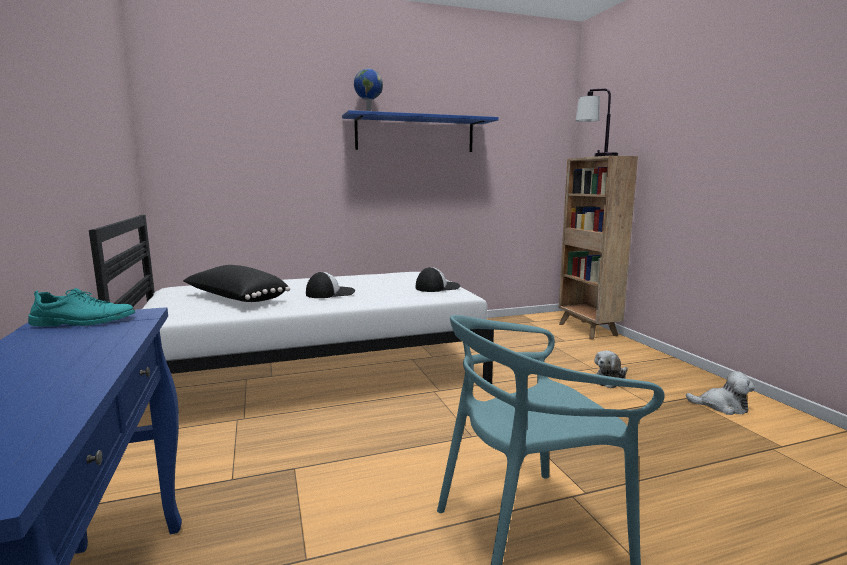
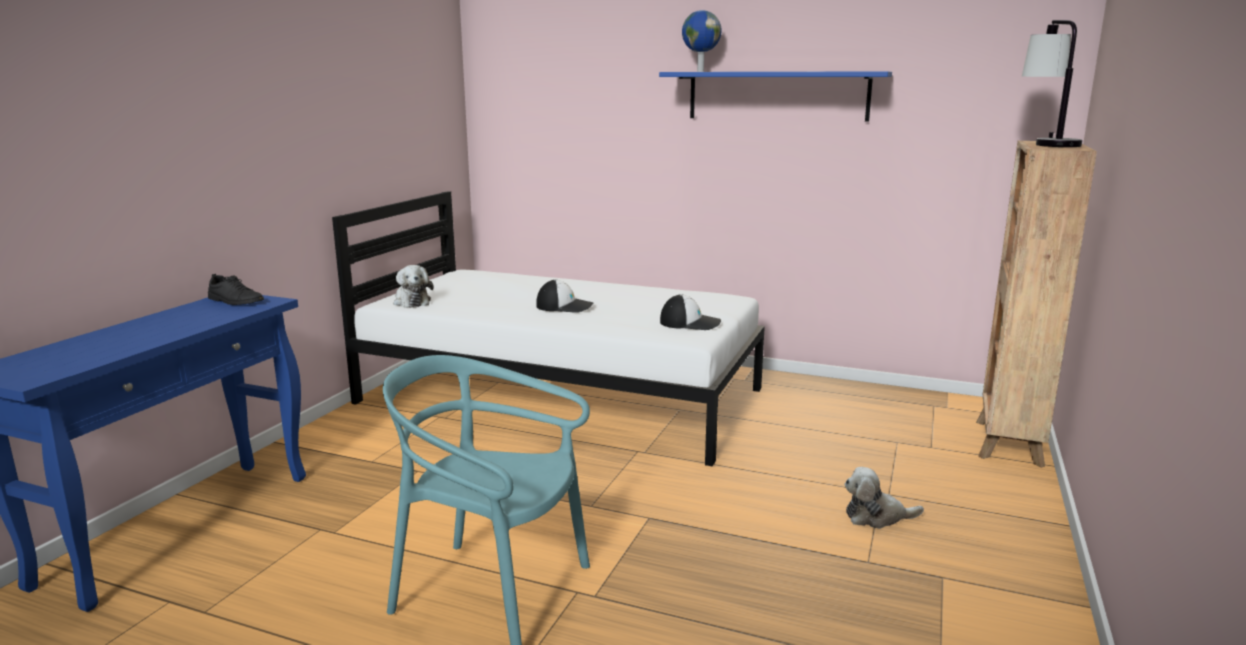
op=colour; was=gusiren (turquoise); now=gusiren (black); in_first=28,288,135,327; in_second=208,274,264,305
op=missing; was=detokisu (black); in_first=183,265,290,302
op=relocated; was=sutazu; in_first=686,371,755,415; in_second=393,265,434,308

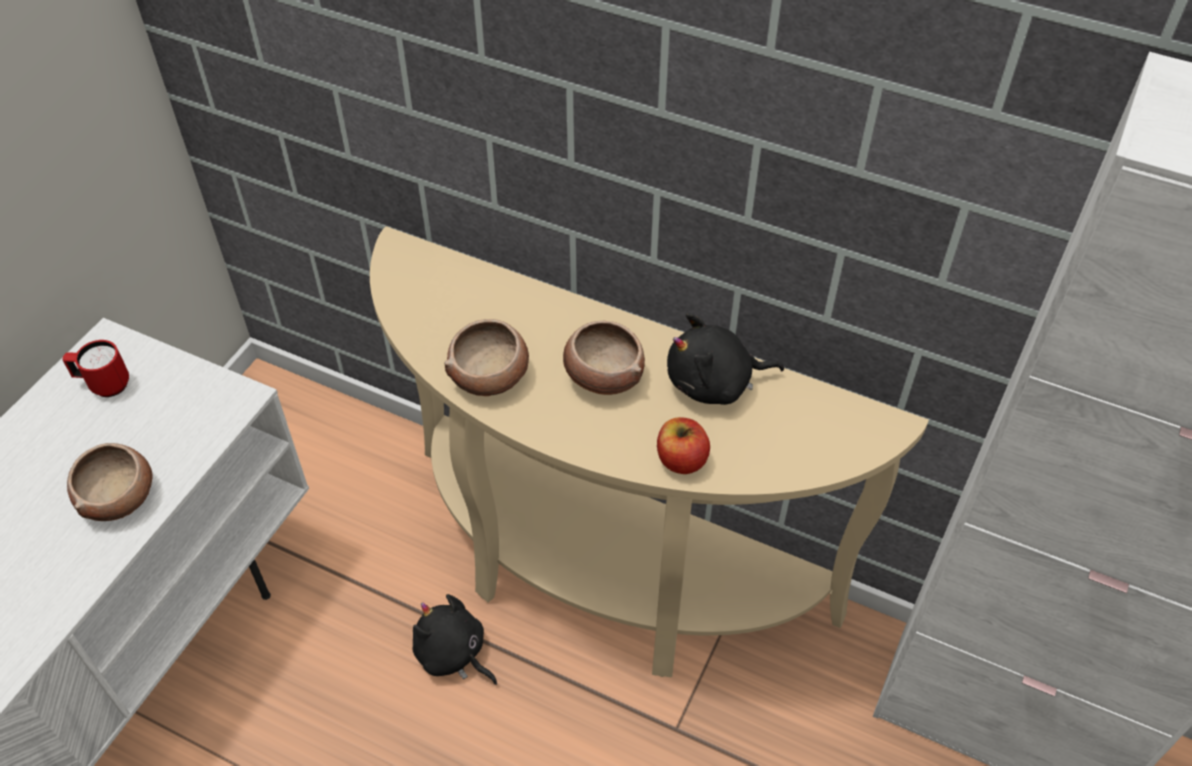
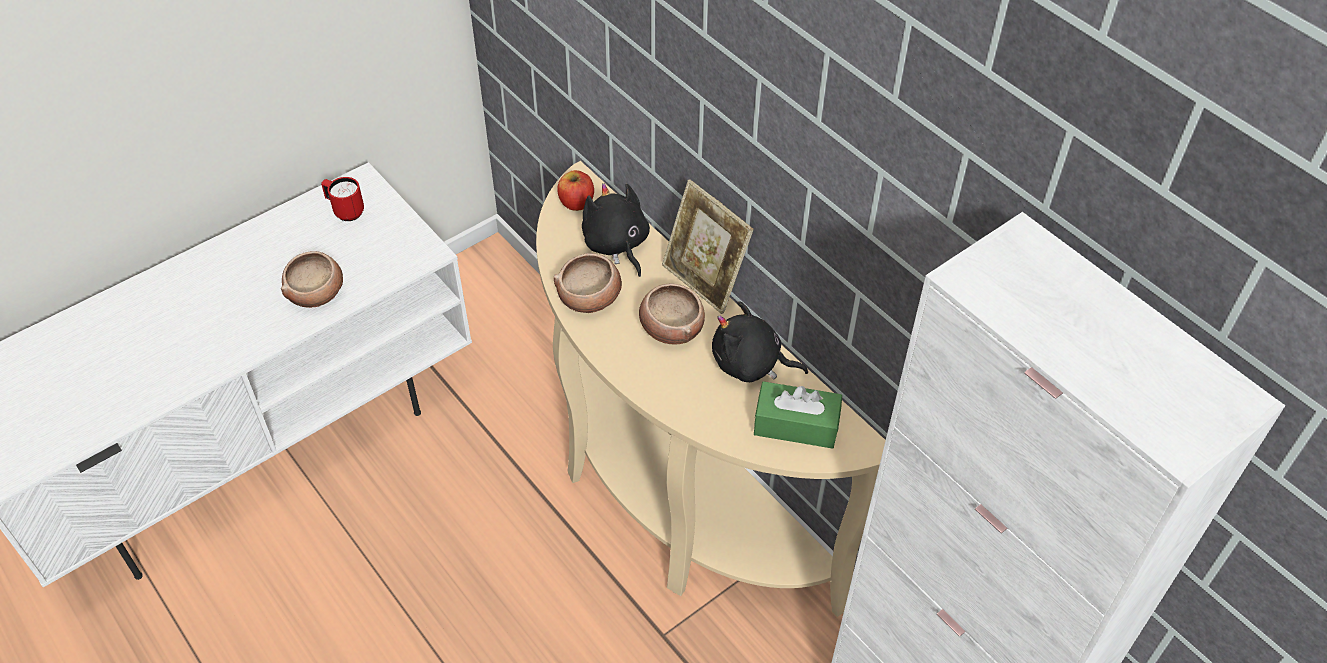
op=relocated; was=sutazu (black); in_first=412,594,497,685; in_second=582,183,650,277
op=relocated; was=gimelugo; in_first=657,417,710,474; in_second=557,170,594,211
op=appeared; now=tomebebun; in_second=662,179,753,314
op=appeared; now=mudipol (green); in_second=754,381,842,449

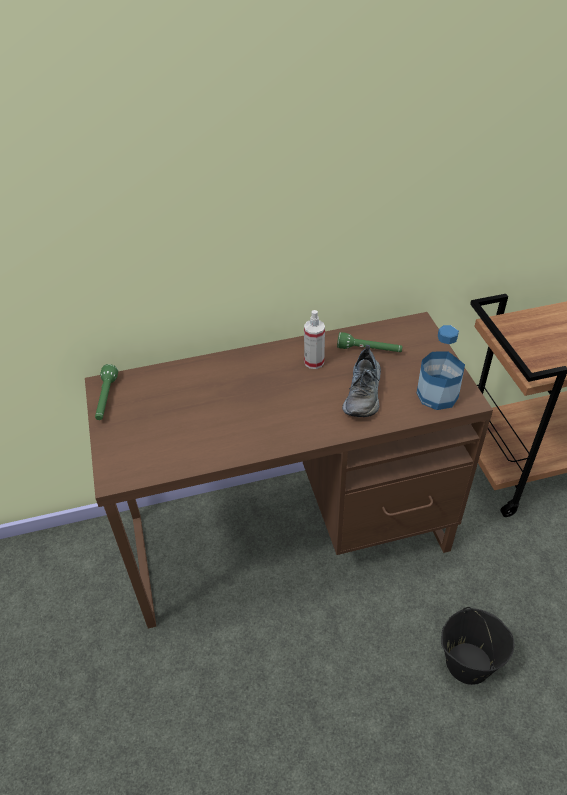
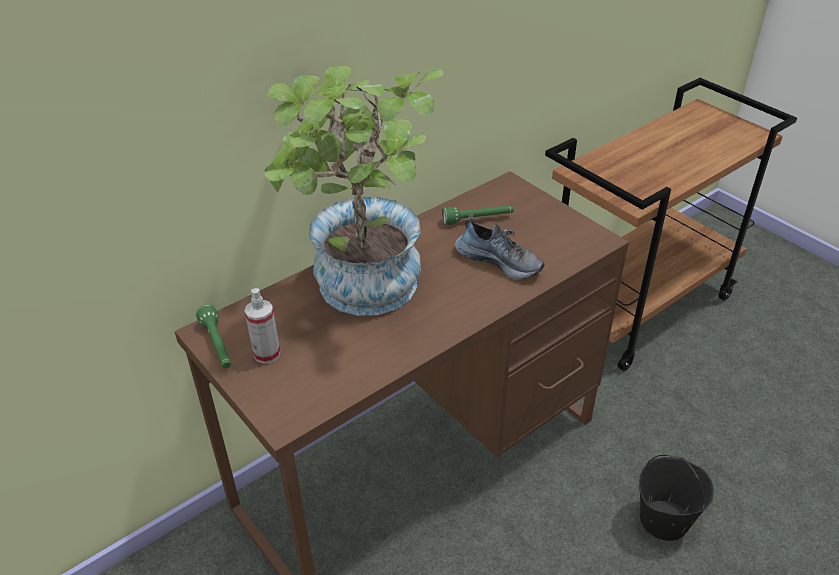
op=relocated; was=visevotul; in_first=304,310,325,369; in_second=245,288,280,364
op=spun; was=gusiren; in_first=342,345,381,417; in_second=455,218,545,279; clockwise=-45
op=missing; was=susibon; in_first=417,325,465,410
op=appeared; now=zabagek; in_second=264,66,443,316

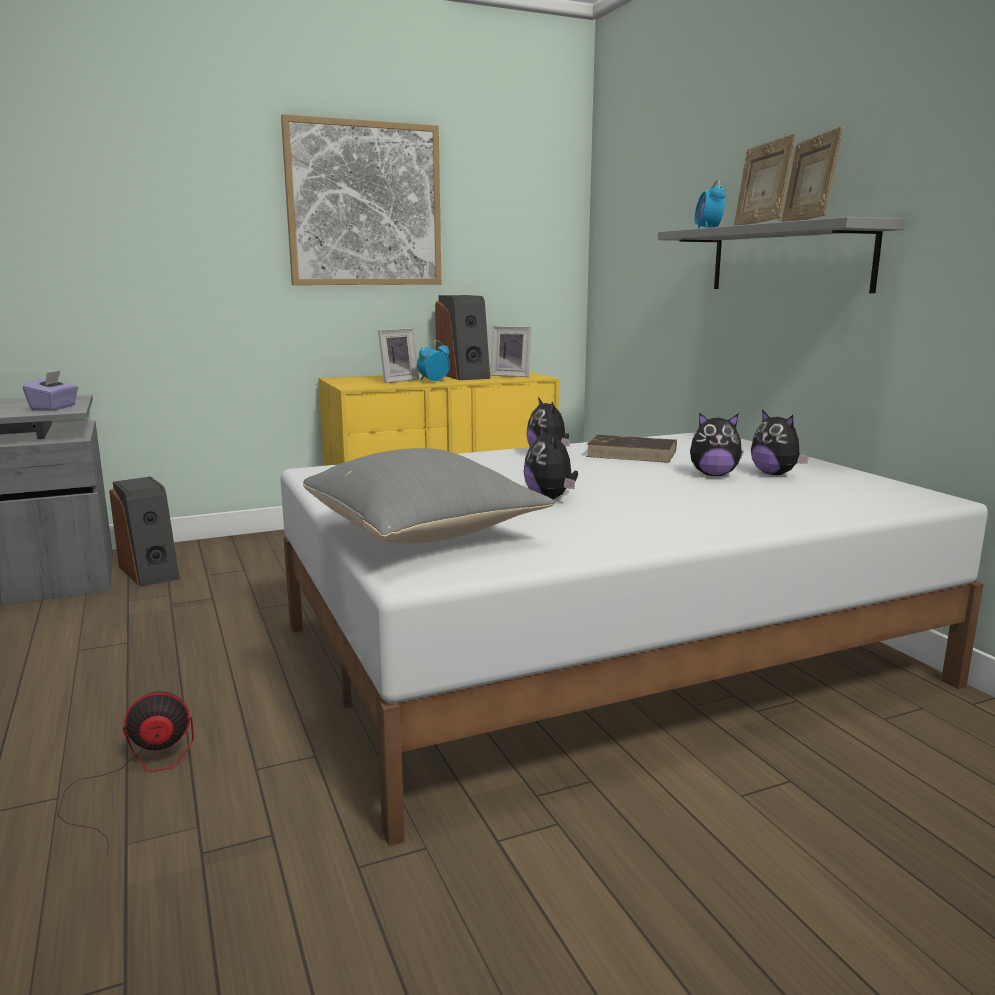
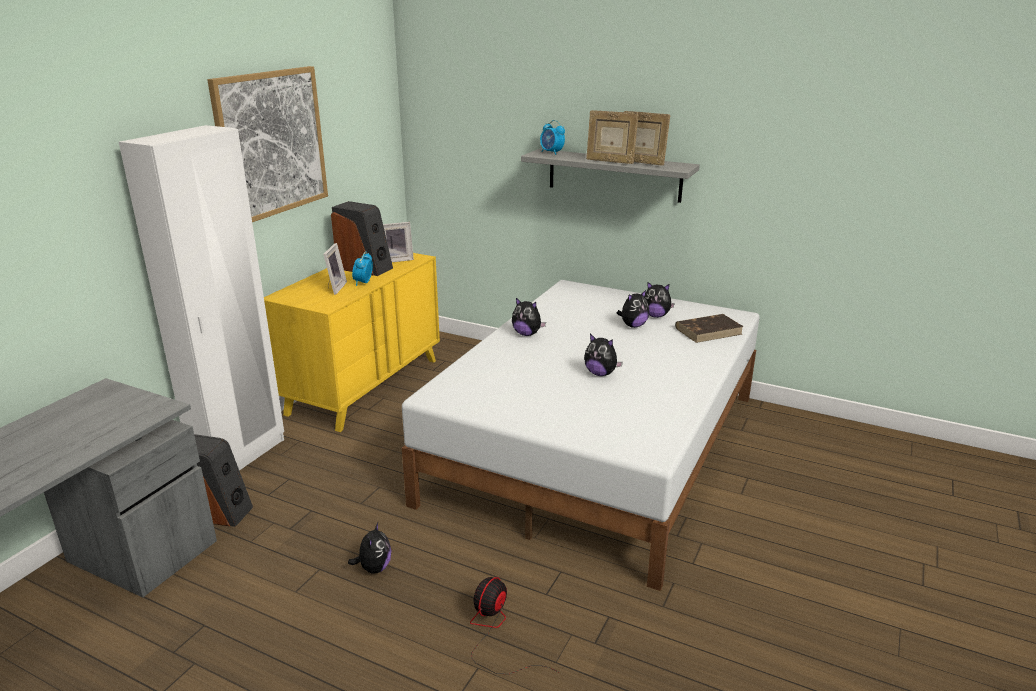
op=missing; was=mudipol (purple); in_first=23,370,78,411
op=missing; was=detokisu (grey); in_first=303,448,555,543
op=relocated; was=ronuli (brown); in_first=586,435,677,463; in_second=675,314,744,343
op=appeared; now=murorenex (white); in_second=119,125,284,470
op=appeared; now=sutazu; in_second=348,522,392,574

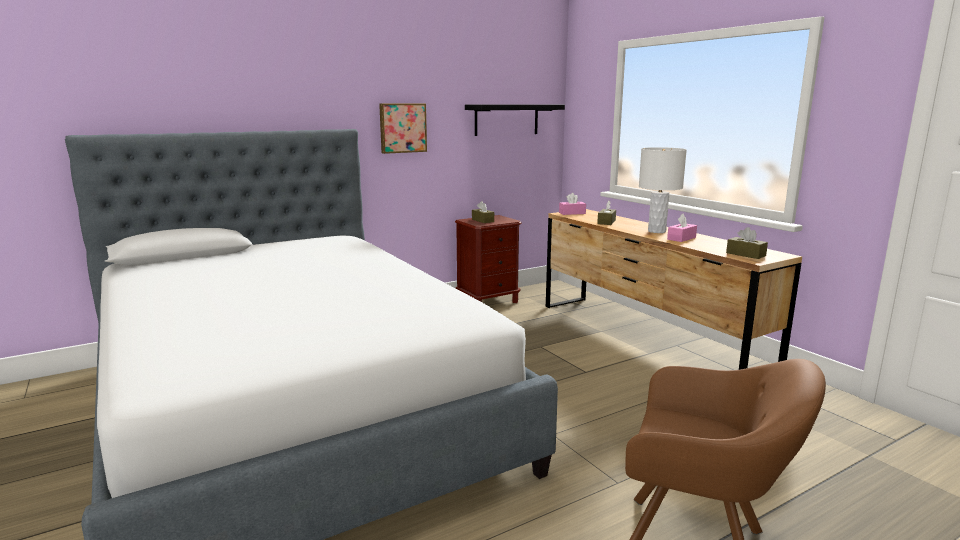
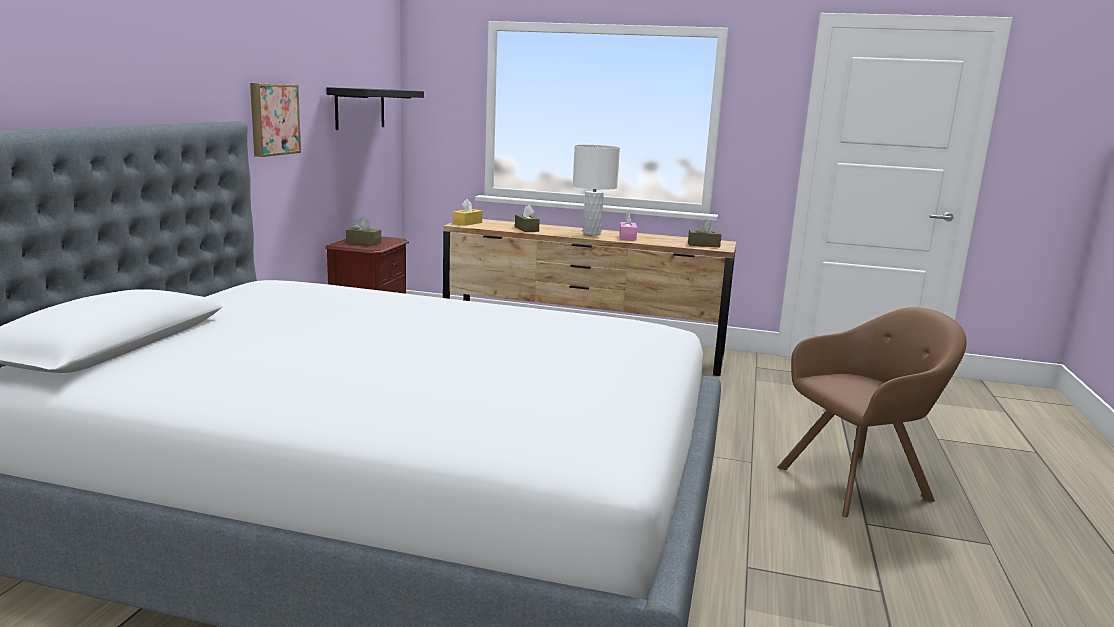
op=colour; was=mudipol (pink); now=mudipol (yellow); in_first=559,193,586,215; in_second=453,199,482,226

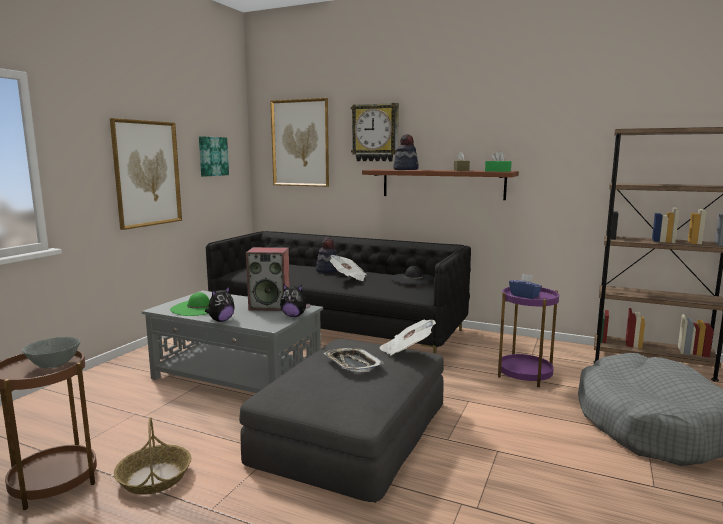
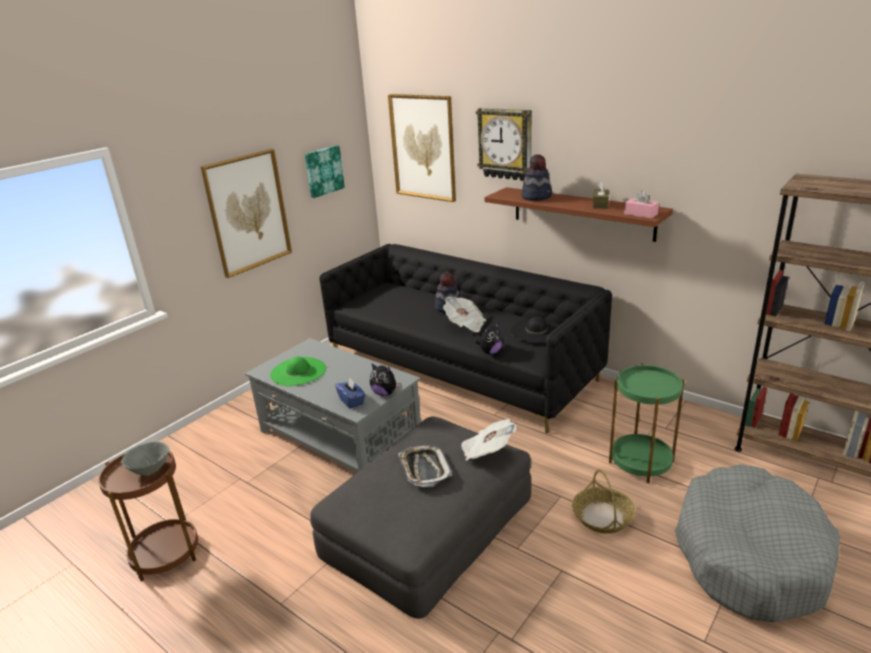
op=relocated; was=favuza; in_first=114,417,191,495; in_second=572,469,636,534
op=relocated; was=sutazu; in_first=205,287,235,322; in_second=476,323,503,354
op=missing; was=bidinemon; in_first=246,247,290,311
op=colour; was=mudipol (green); now=mudipol (pink); in_first=485,151,511,172; in_second=624,190,659,218
op=colour; was=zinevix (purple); now=zinevix (green); in_first=498,287,559,387; in_second=609,363,685,483
op=relocated; was=mudipol (blue); in_first=509,273,542,299; in_second=335,378,365,409

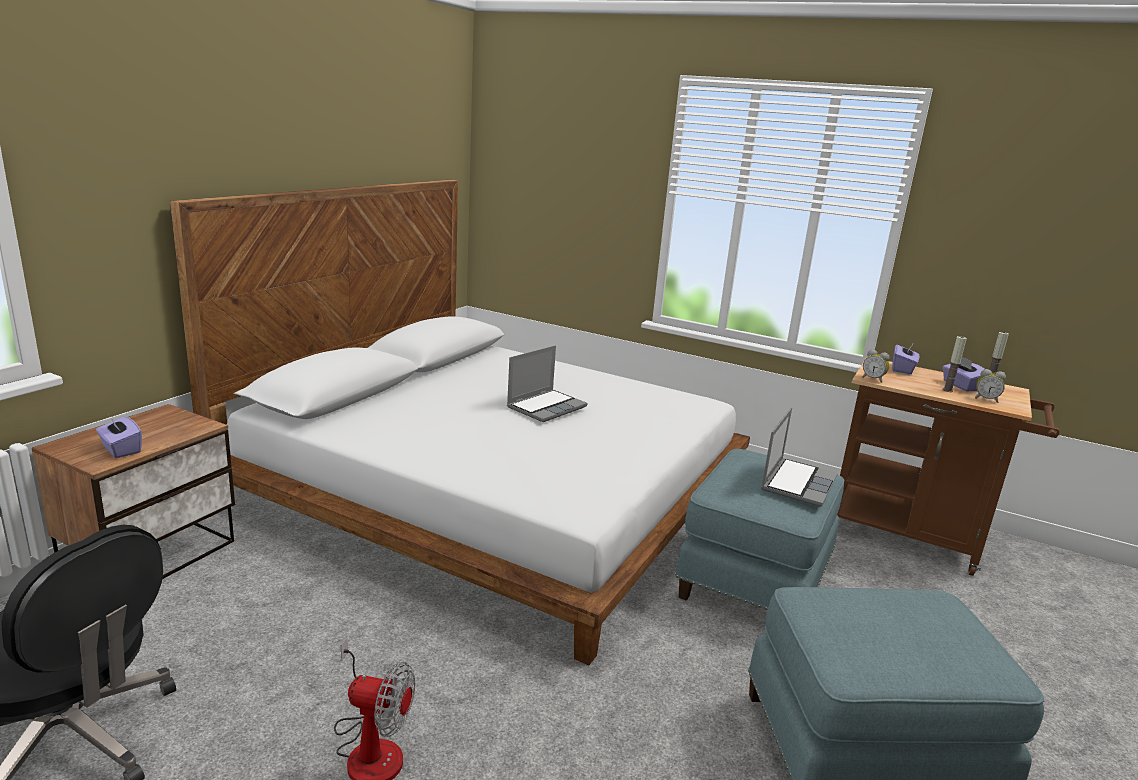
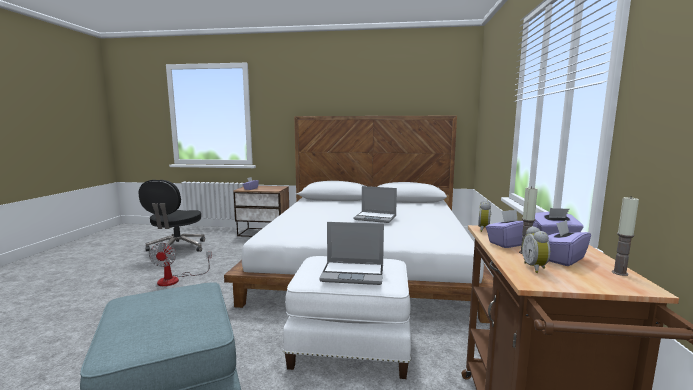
op=colour; was=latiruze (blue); now=latiruze (white); in_first=675,449,844,610; in_second=283,256,411,379
op=appeared; now=mudipol (purple); in_second=486,209,538,248

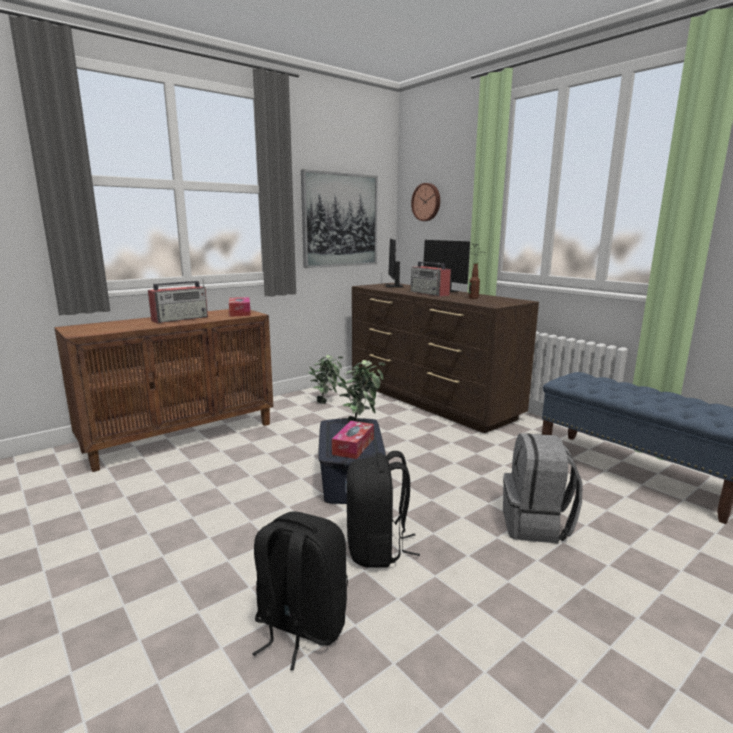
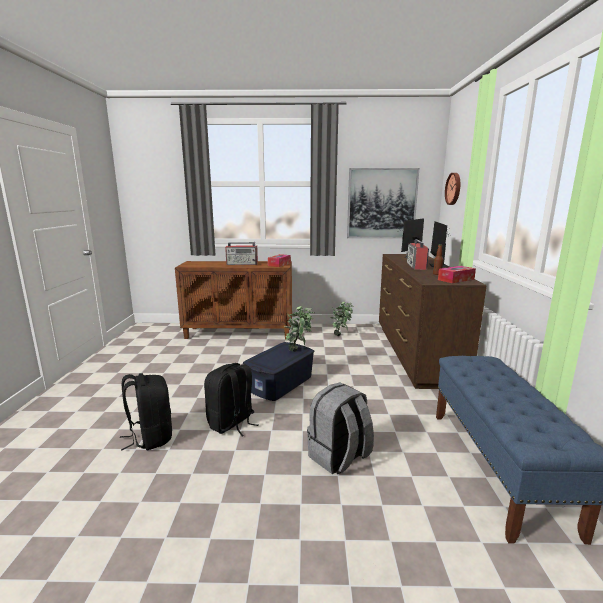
op=relocated; was=mudipol; in_first=332,421,374,459; in_second=438,266,476,283

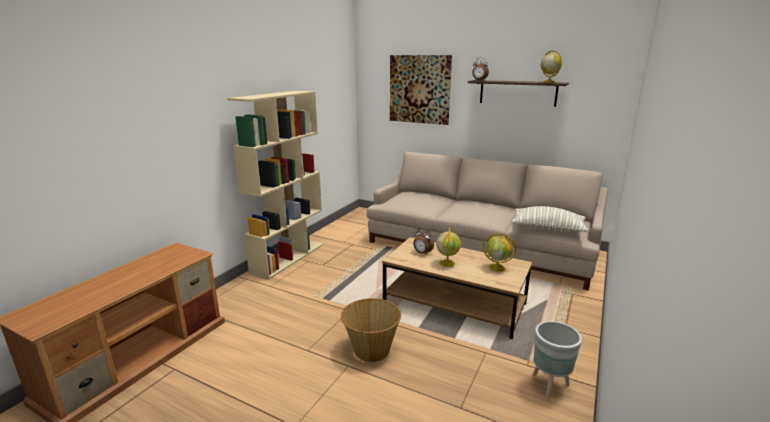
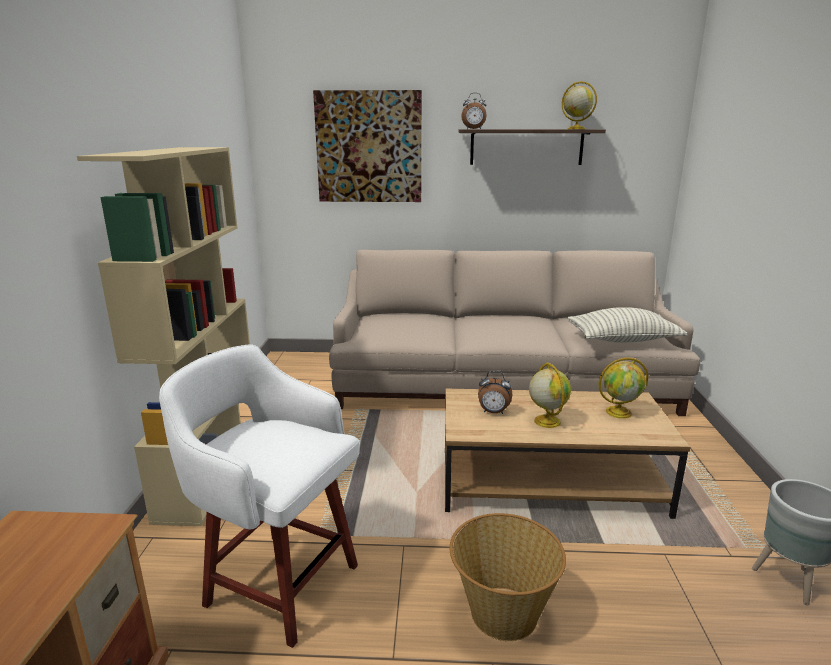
op=appeared; now=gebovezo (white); in_second=159,344,359,648

